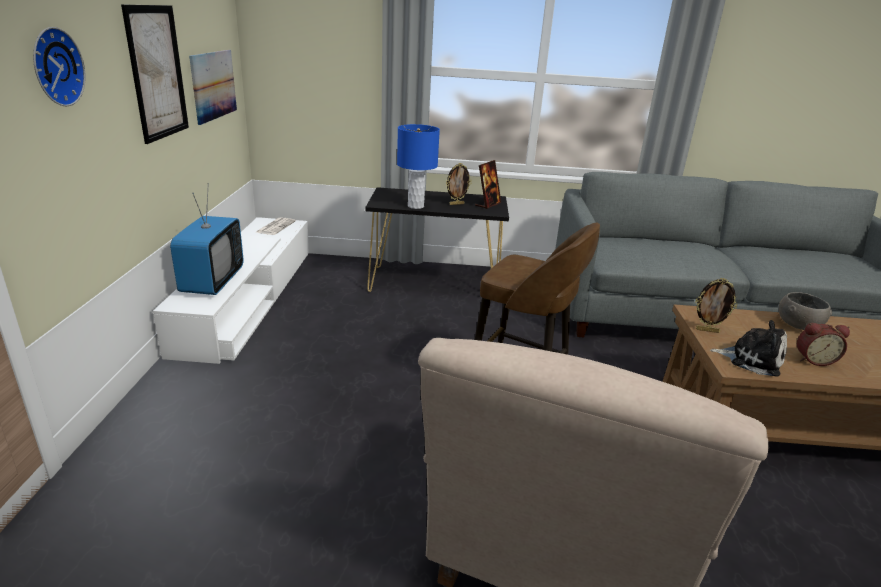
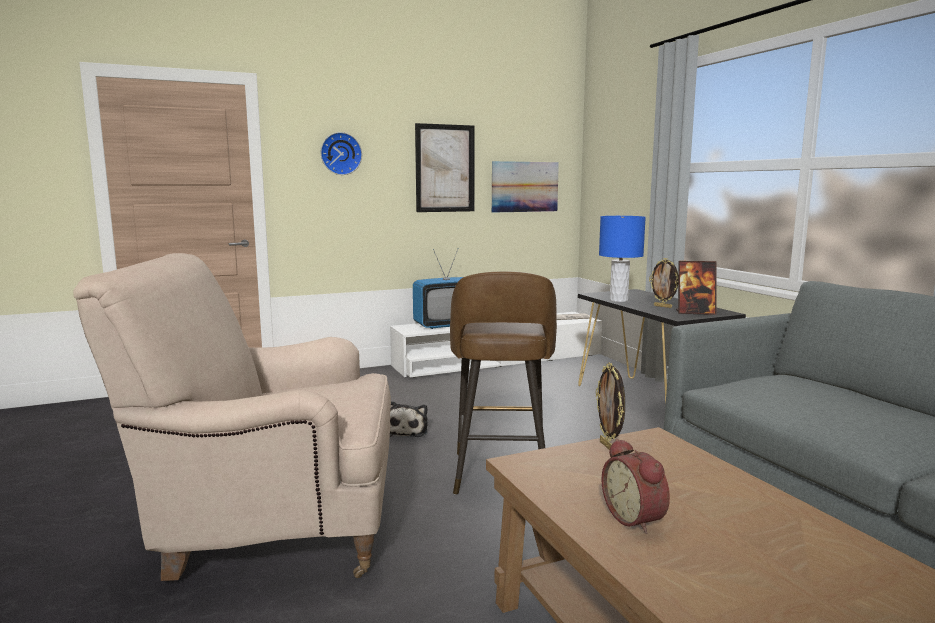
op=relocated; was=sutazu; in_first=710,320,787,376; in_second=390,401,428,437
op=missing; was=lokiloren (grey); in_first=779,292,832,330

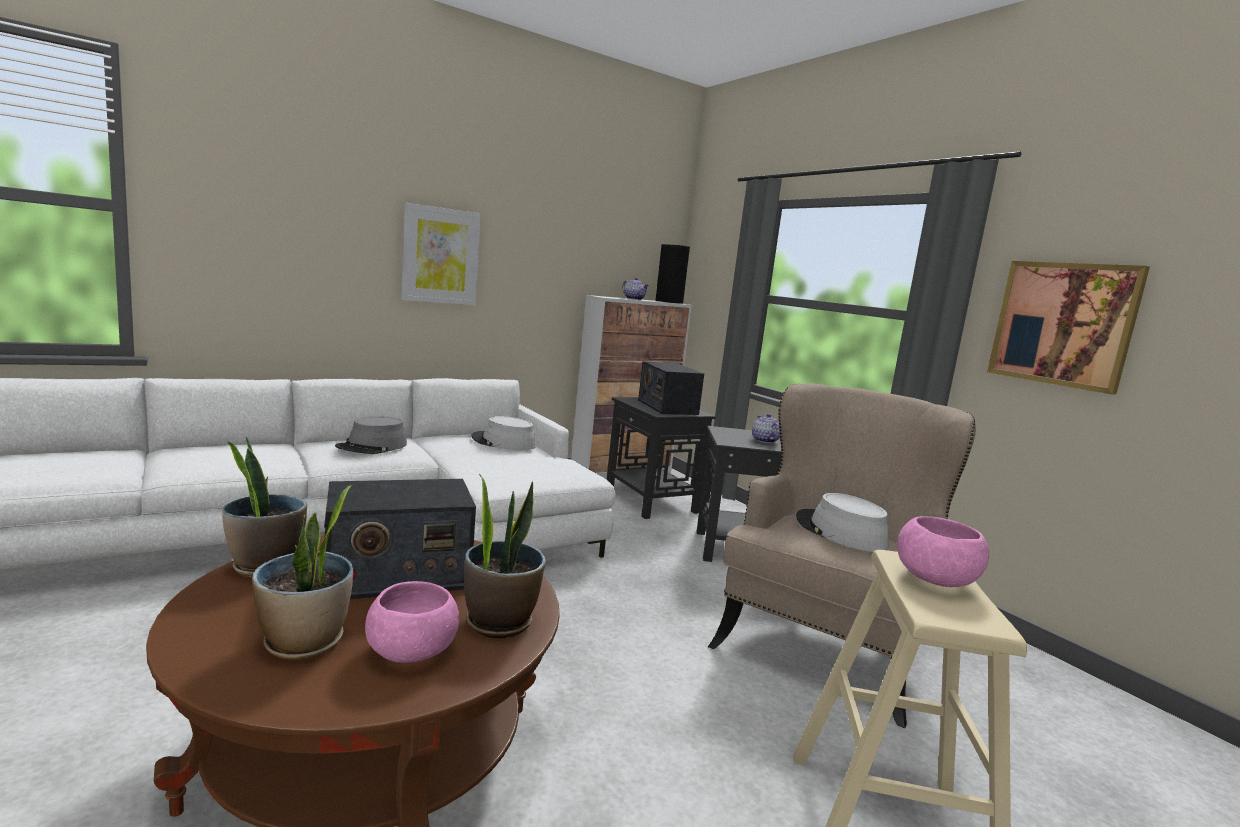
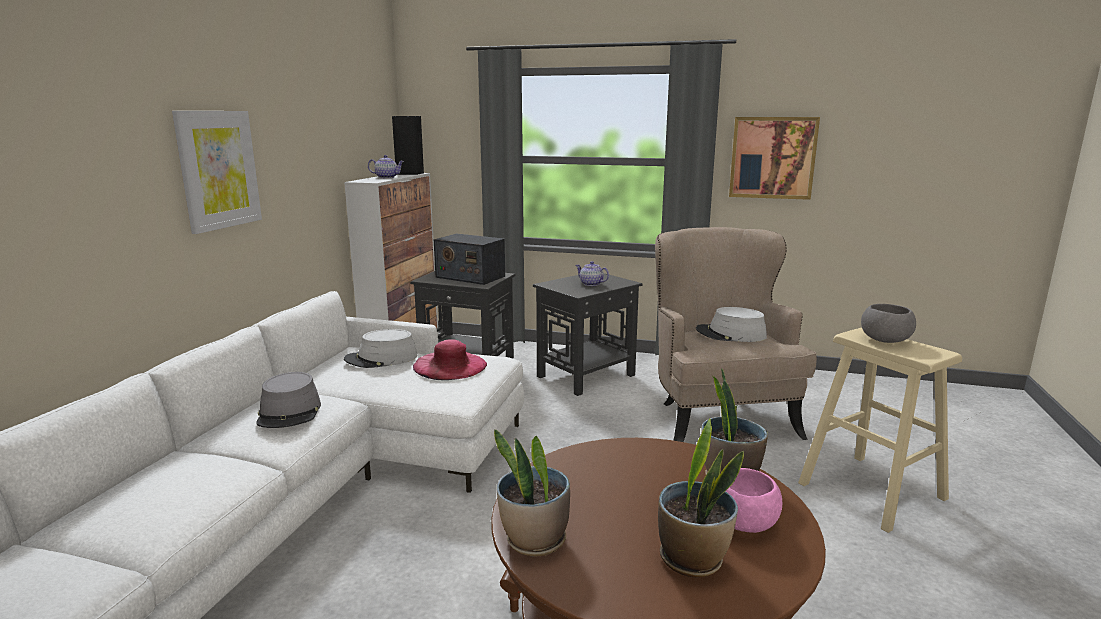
op=missing; was=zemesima; in_first=324,479,476,599
op=colour; was=lokiloren (pink); now=lokiloren (grey); in_first=897,516,989,587; in_second=861,304,916,343
op=appeared; now=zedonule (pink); in_second=413,339,487,380

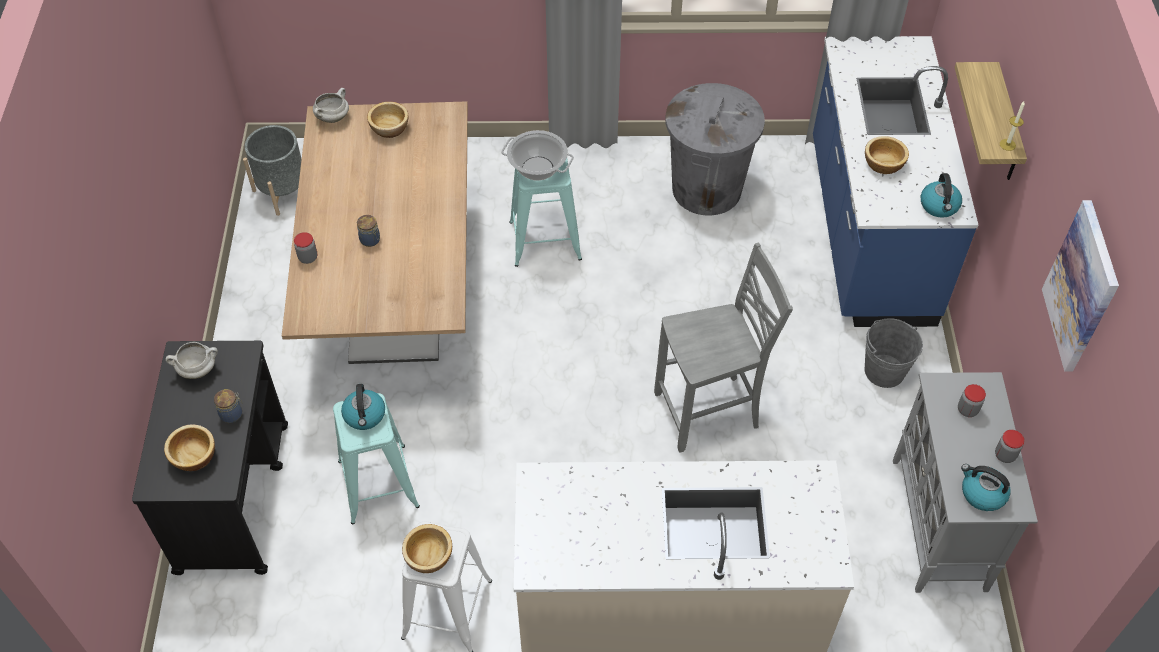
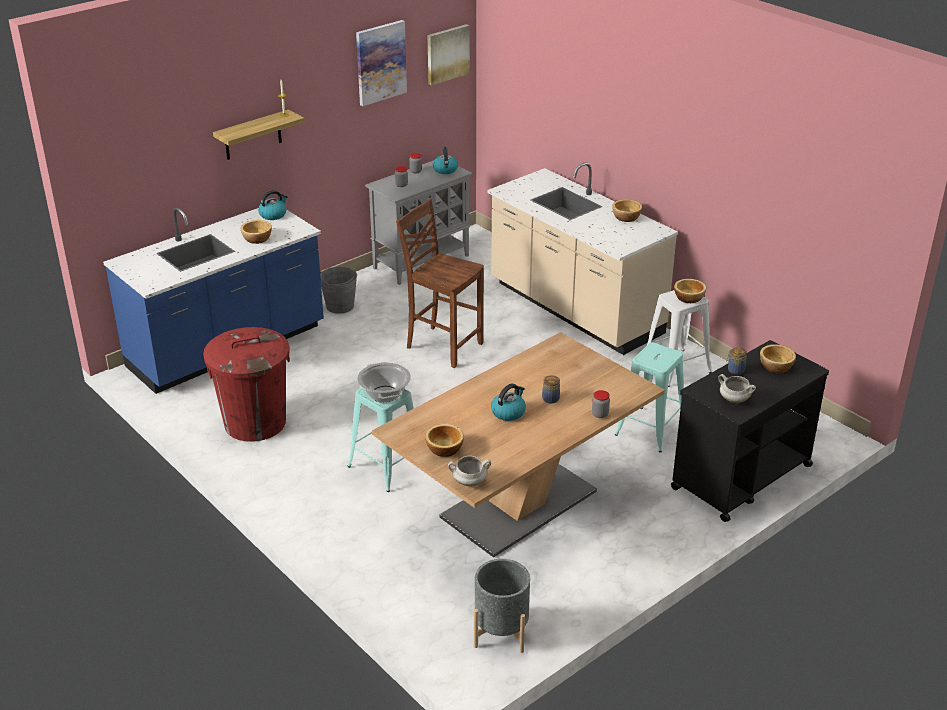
op=relocated; was=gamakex; in_first=341,384,385,430; in_second=491,384,526,421
op=colour; was=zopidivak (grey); now=zopidivak (brown); in_first=654,243,793,453; in_second=396,199,484,368
op=colour; was=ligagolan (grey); now=ligagolan (red); in_first=665,83,765,215; in_second=203,327,290,442
op=appeared; now=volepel; in_second=427,24,470,86
op=appeared; now=lokiloren; in_second=612,199,642,222

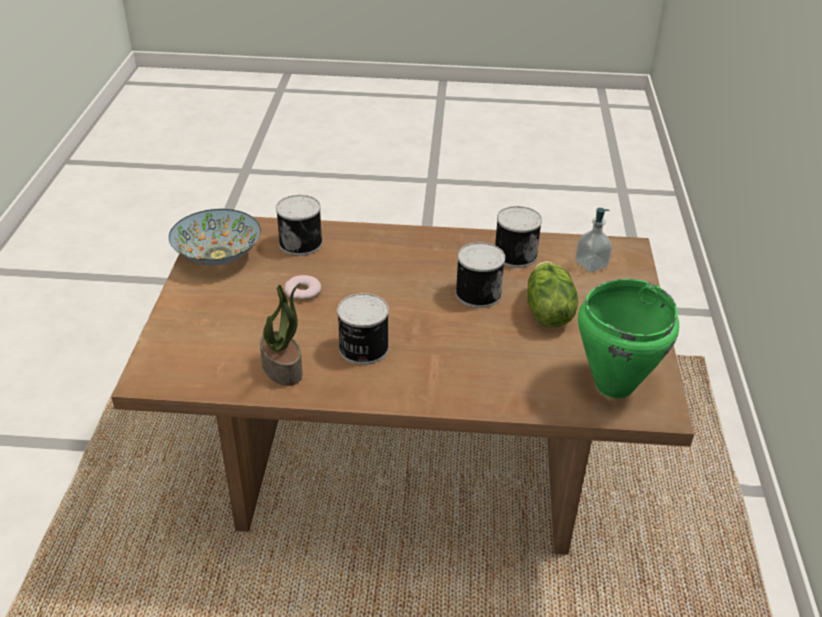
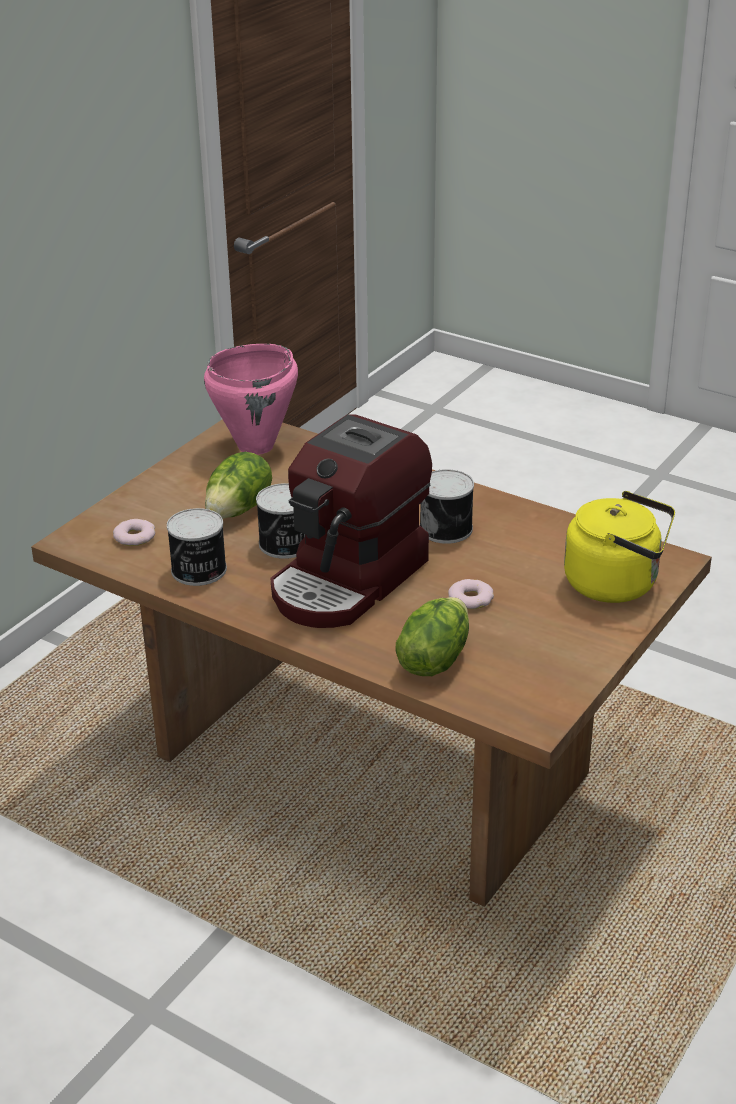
op=missing; was=lokiloren; in_first=169,209,261,266
op=missing; was=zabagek; in_first=260,283,302,386
op=exchanged; was=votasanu; now=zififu; in_first=276,195,322,256; in_second=395,597,469,676
op=exchanged; was=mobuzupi; now=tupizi; in_first=575,208,612,273; in_second=113,519,155,546
op=colour; was=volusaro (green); now=volusaro (pink); in_first=578,279,679,398; in_second=204,344,298,455
op=appeared; now=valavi; in_second=271,414,432,628
op=appeared; now=gamakex (yellow); in_second=564,491,675,603

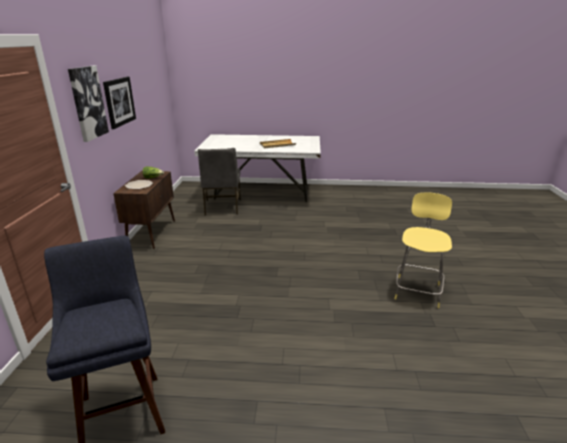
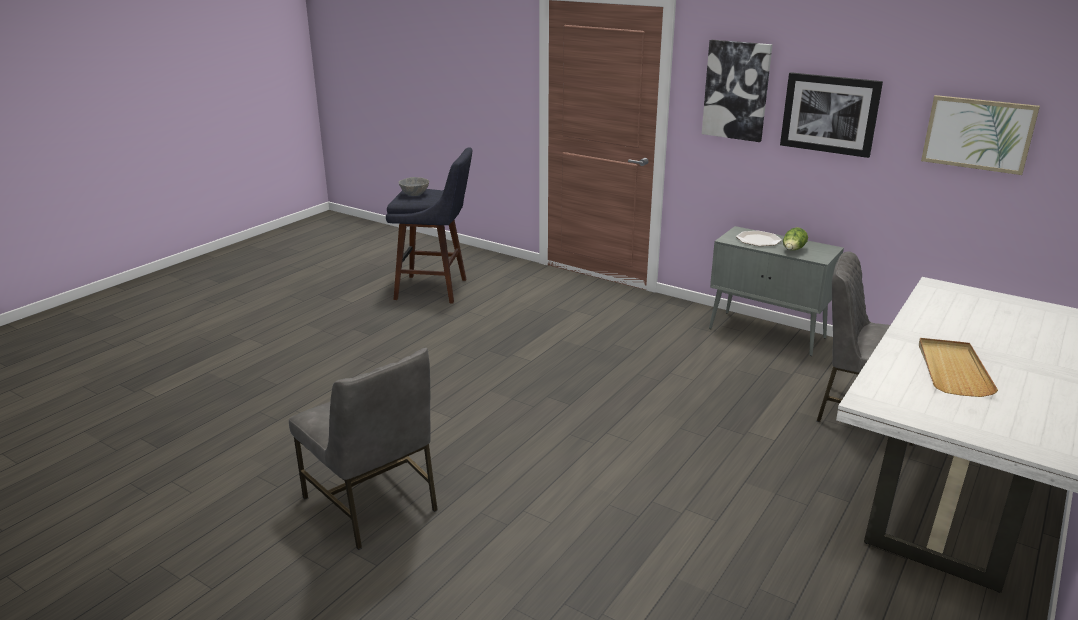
op=colour; was=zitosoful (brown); now=zitosoful (grey); in_first=113,171,175,249; in_second=709,226,844,356
op=exchanged; was=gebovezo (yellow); now=zopidivak (grey); in_first=395,192,452,308; in_second=289,348,438,550
op=appeared; now=lokiloren (grey); in_second=398,177,429,196
op=appeared; now=volepel; in_second=921,95,1040,175

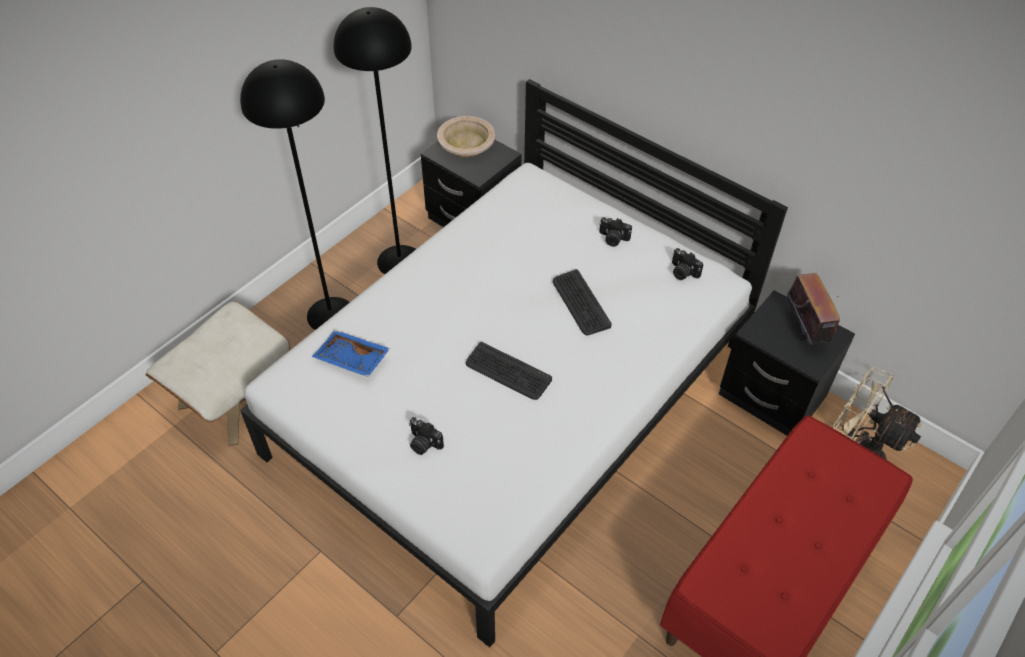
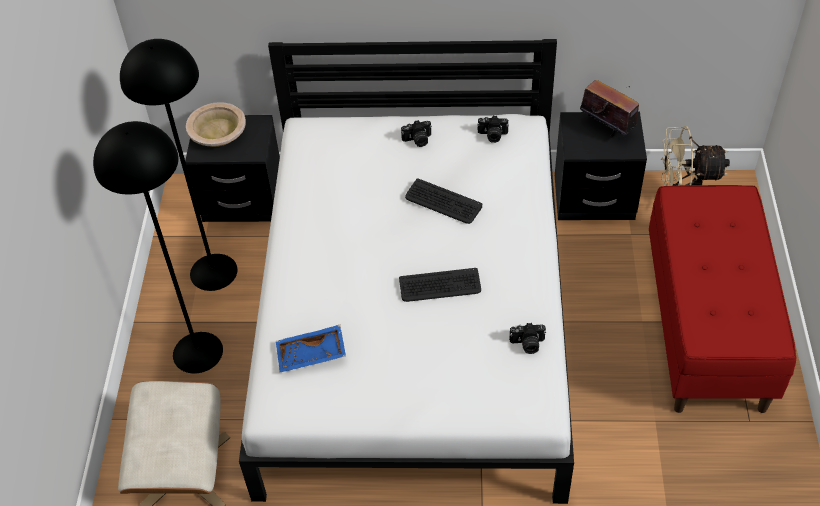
op=relocated; was=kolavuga; in_first=409,417,444,455; in_second=509,323,546,354

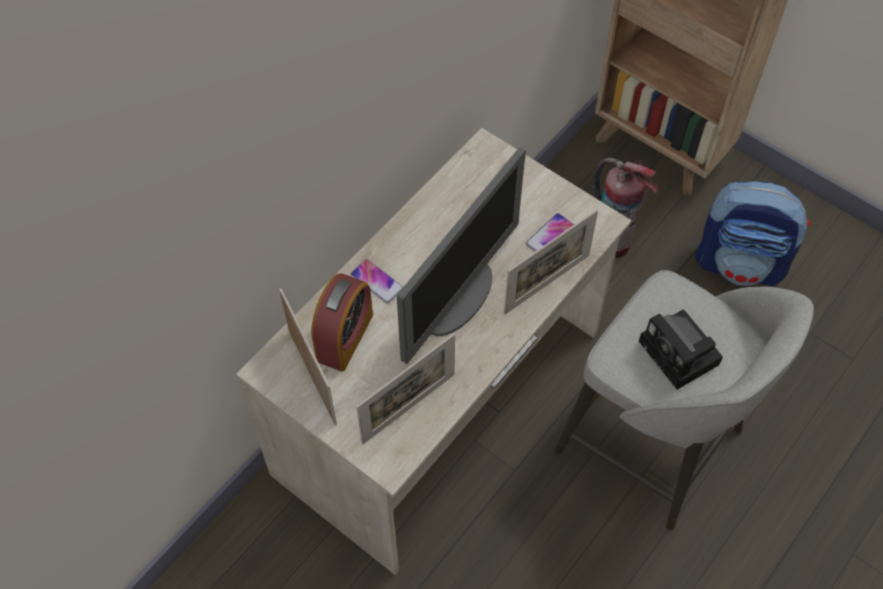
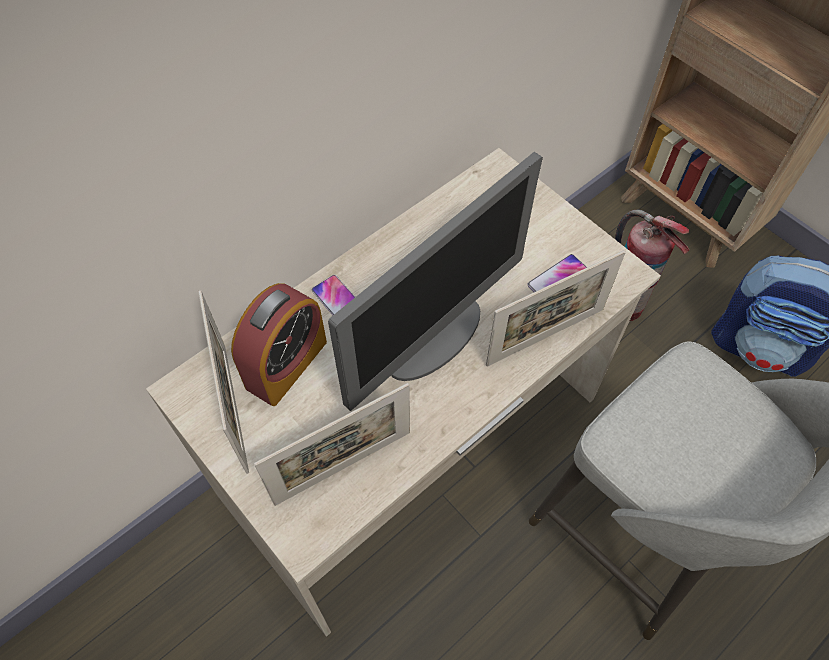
op=missing; was=kolavuga; in_first=639,309,723,390

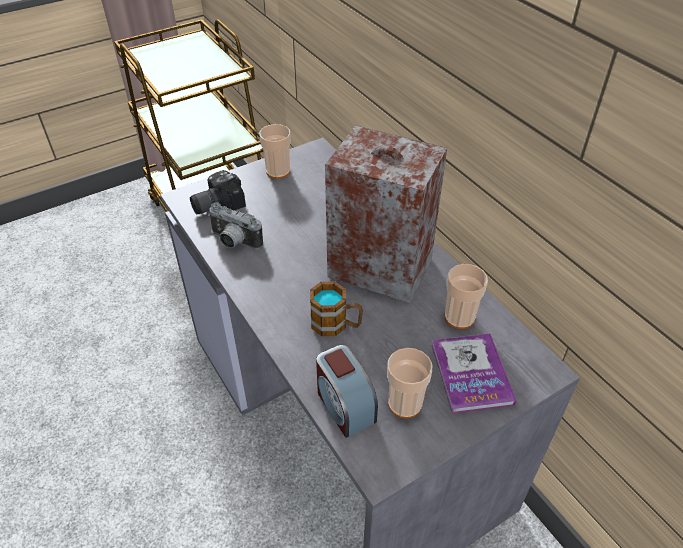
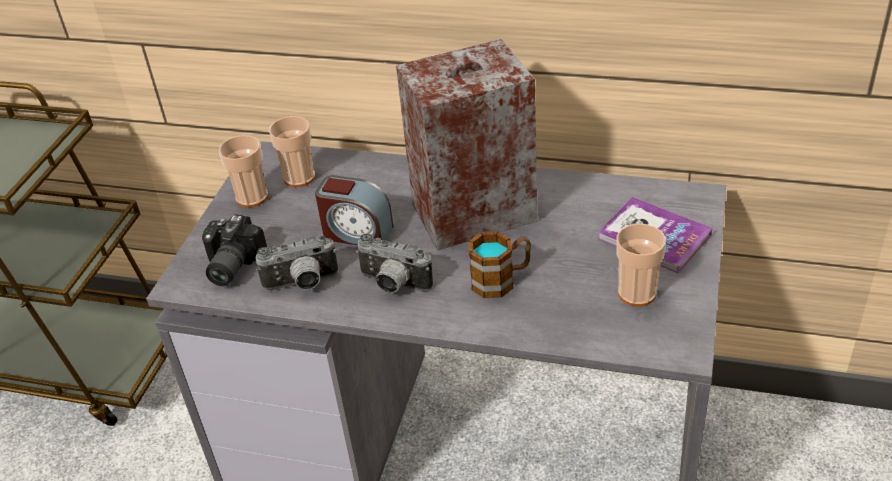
op=relocated; was=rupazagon; in_first=316,345,378,438; in_second=315,175,393,245
op=relocated; was=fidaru; in_first=445,264,488,329; in_second=269,116,315,187
op=appeared; now=kolavuga; in_second=355,234,433,293

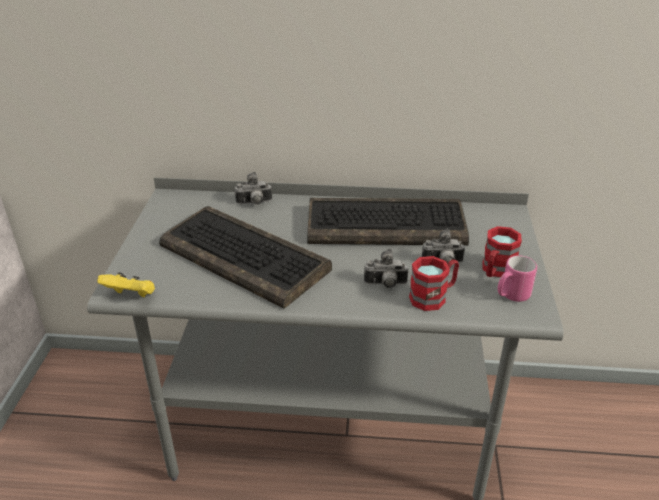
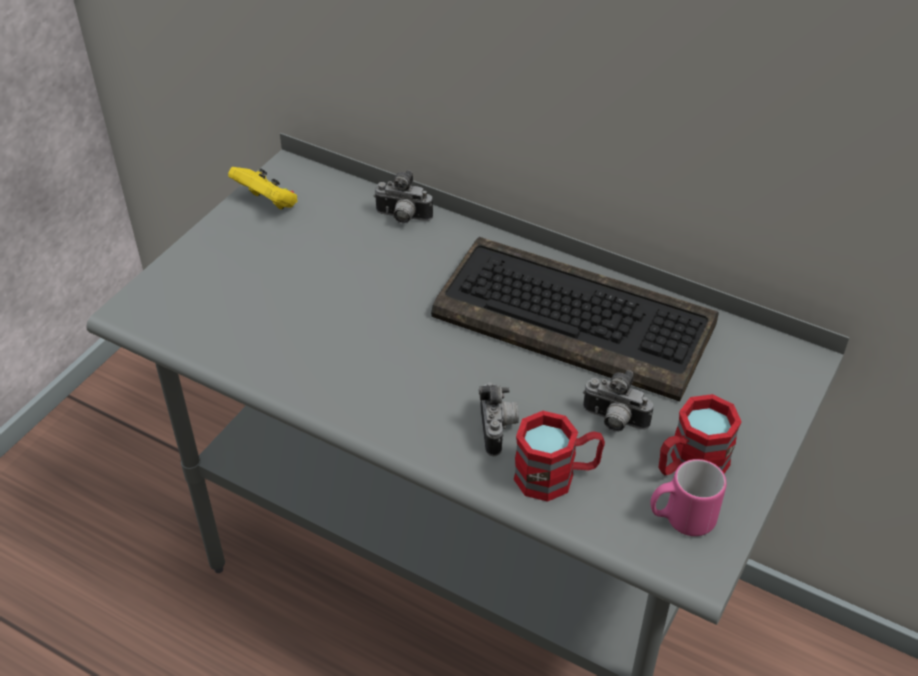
op=relocated; was=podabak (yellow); in_first=97,272,155,297; in_second=228,167,298,210
op=missing; was=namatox; in_first=159,206,332,309
op=spun; was=kolavuga; in_first=364,249,409,288; in_second=479,382,519,456; clockwise=-120

